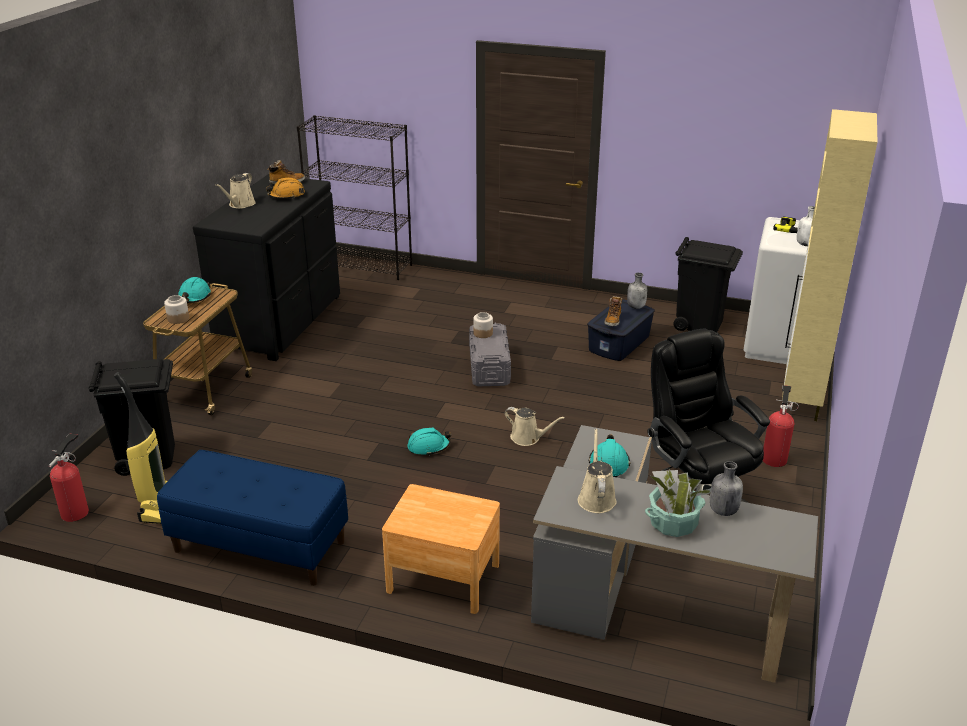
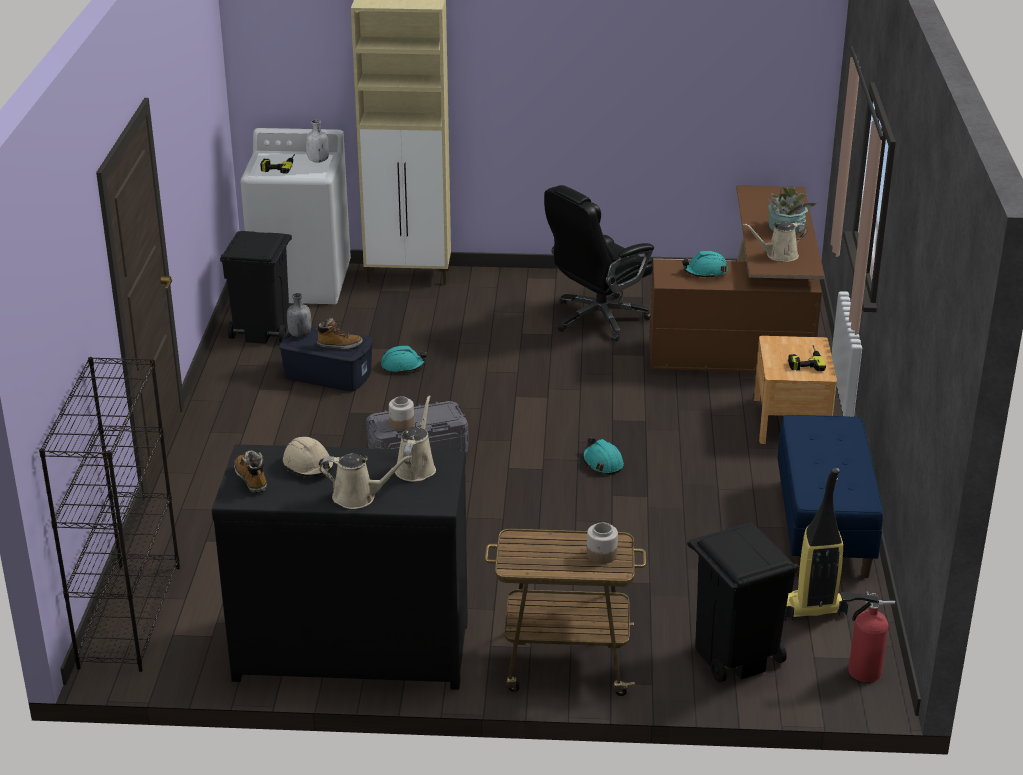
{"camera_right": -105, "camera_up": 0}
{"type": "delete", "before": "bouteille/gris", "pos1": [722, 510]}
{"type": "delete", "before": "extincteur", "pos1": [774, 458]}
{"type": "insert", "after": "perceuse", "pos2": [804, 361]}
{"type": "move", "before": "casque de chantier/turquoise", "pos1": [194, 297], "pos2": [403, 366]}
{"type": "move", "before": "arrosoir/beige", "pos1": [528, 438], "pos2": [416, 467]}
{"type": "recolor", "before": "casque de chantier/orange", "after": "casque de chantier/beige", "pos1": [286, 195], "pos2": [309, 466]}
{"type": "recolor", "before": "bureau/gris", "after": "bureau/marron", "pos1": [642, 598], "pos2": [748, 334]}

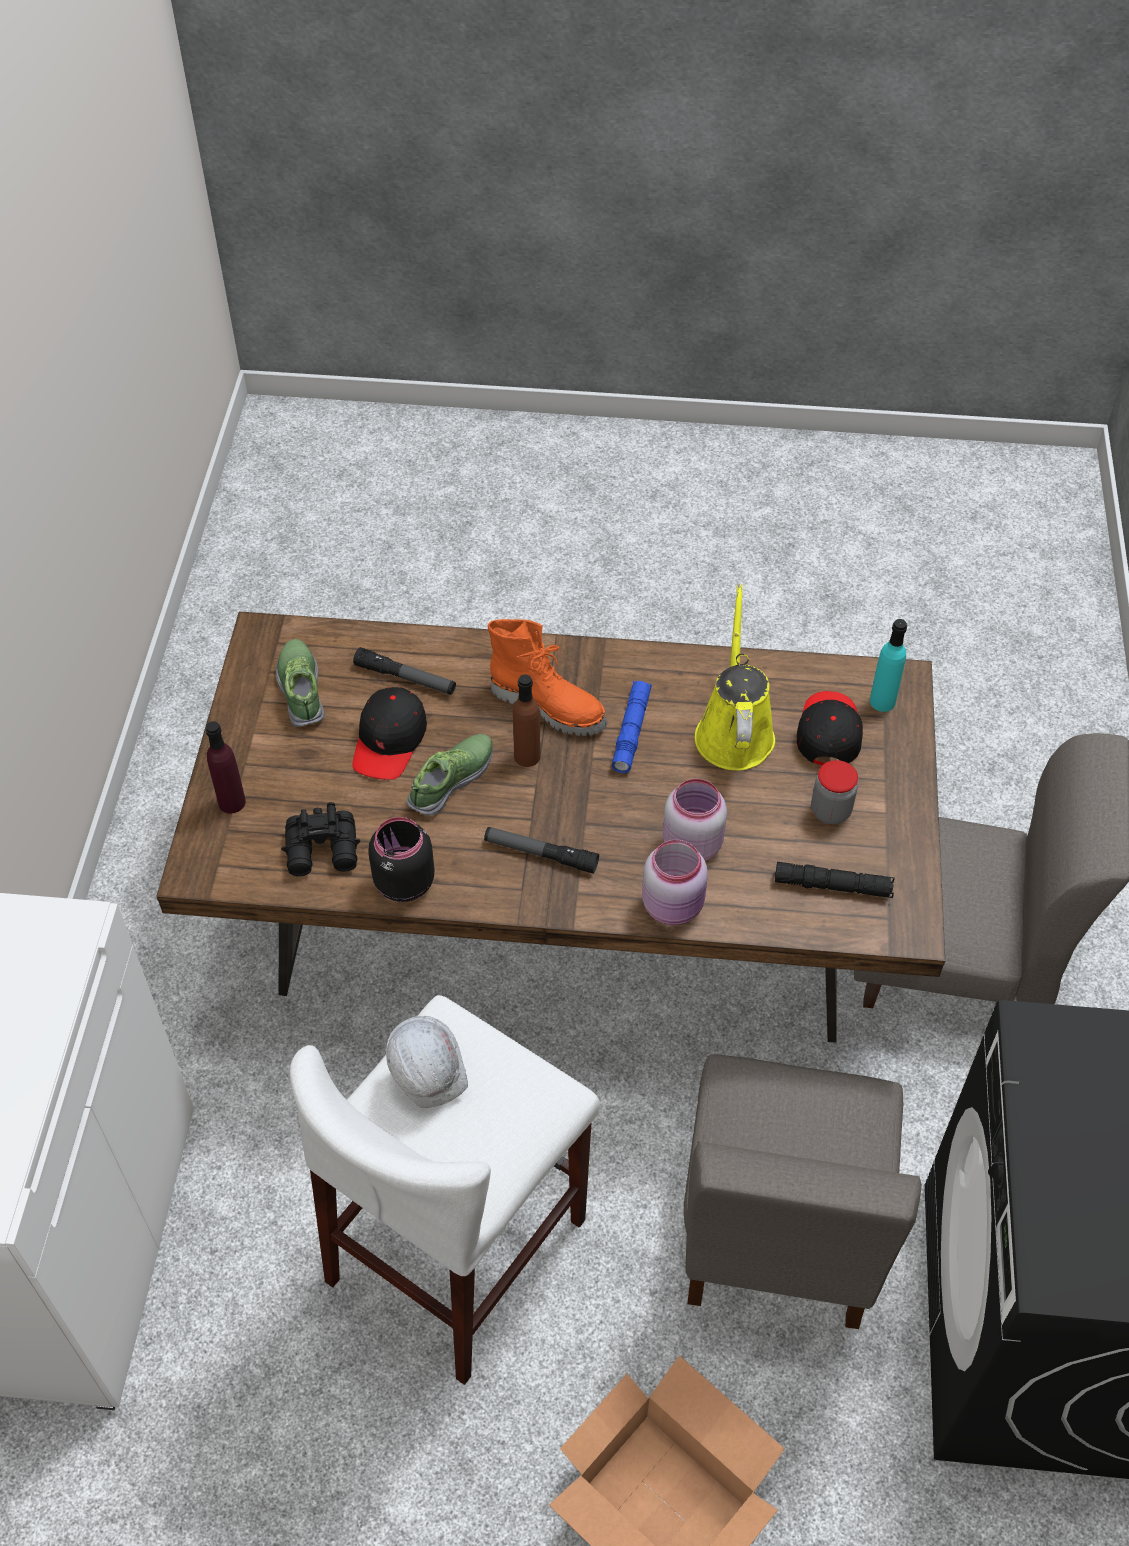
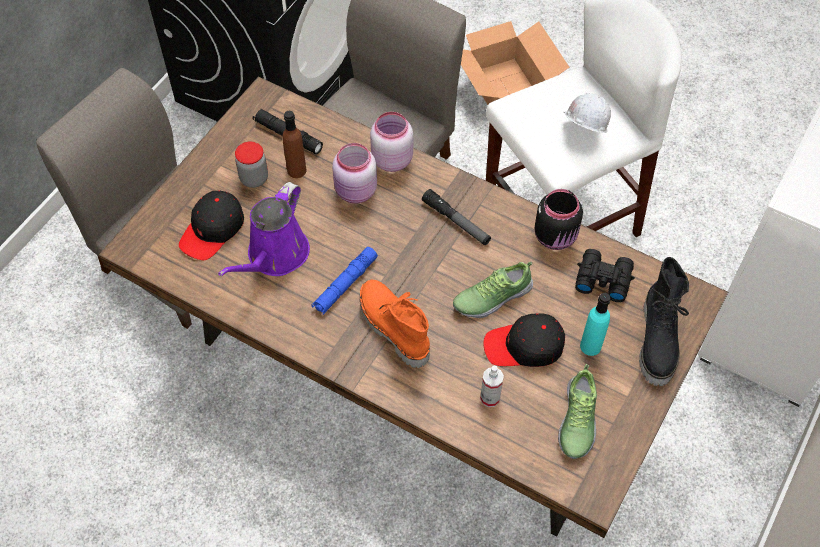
{"camera_right": -155, "camera_up": 5}
{"type": "move", "before": "bouteille/marron", "pos1": [527, 756], "pos2": [296, 170]}
{"type": "move", "before": "bouteille/turquoise", "pos1": [882, 701], "pos2": [590, 346]}
{"type": "replace", "before": "bouteille/violet", "after": "botte/noir", "pos1": [232, 802], "pos2": [658, 342]}
{"type": "replace", "before": "lampe de poche", "after": "vaporisateur", "pos1": [405, 678], "pos2": [490, 398]}
{"type": "recolor", "before": "arrosoir/jaune", "after": "arrosoir/violet", "pos1": [734, 731], "pos2": [275, 256]}
{"type": "rotate", "before": "casquette/noir", "pos1": [390, 741], "pos2": [524, 346], "turn": -135}

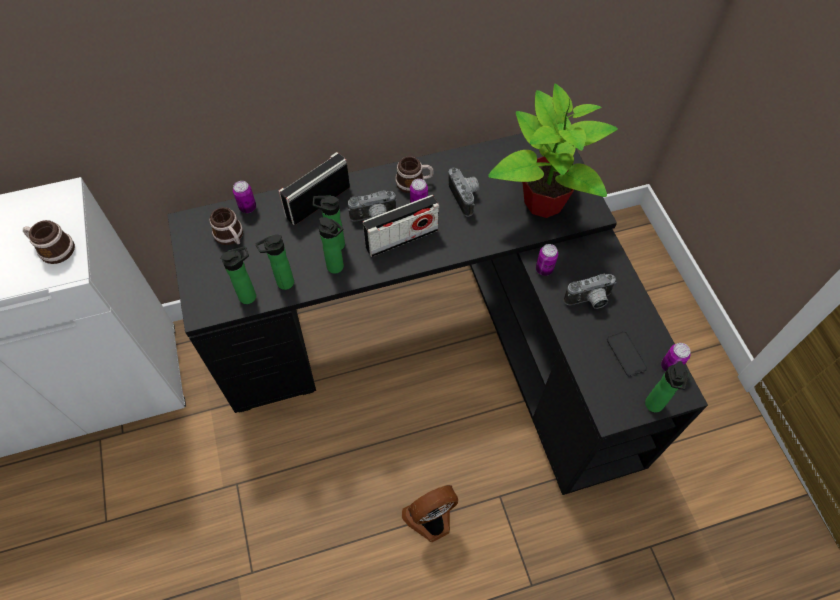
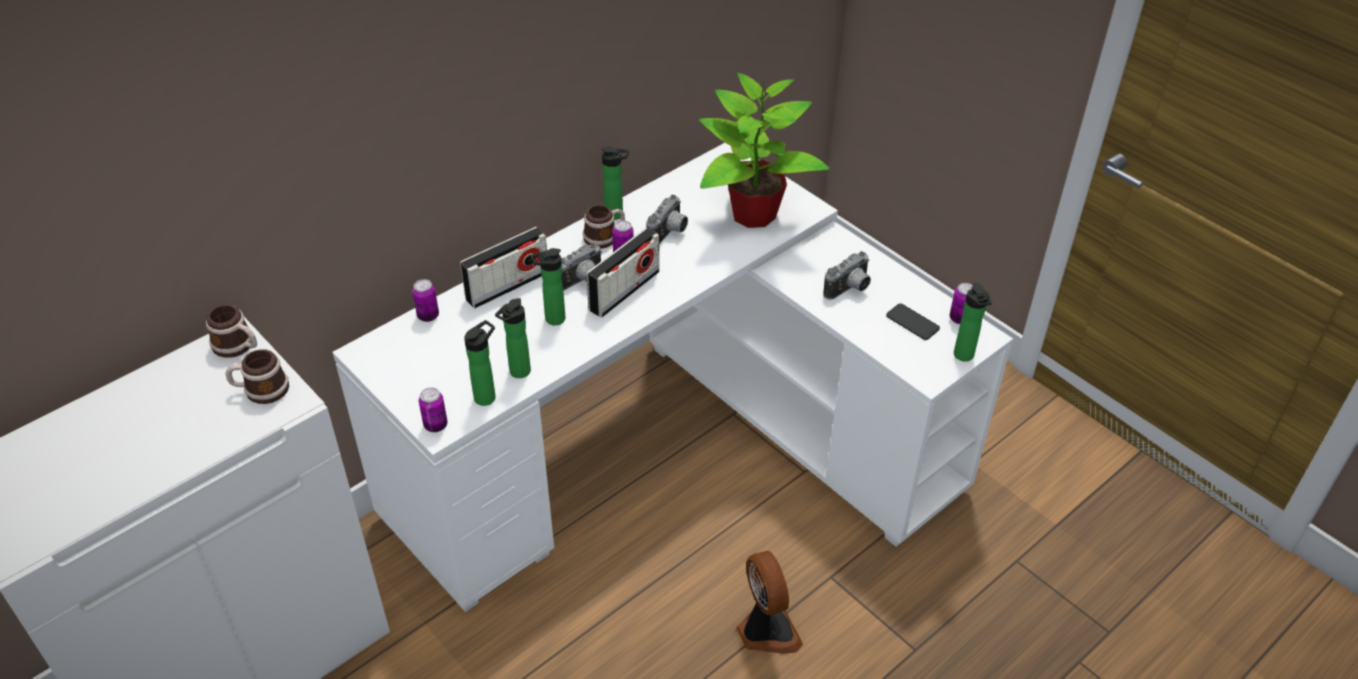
{"camera_right": -25, "camera_up": -15}
{"type": "move", "before": "mug", "pos1": [231, 237], "pos2": [238, 346]}
{"type": "move", "before": "bouteille", "pos1": [337, 268], "pos2": [616, 215]}
{"type": "move", "before": "boîte métallique", "pos1": [544, 269], "pos2": [435, 425]}
{"type": "recolor", "before": "bureau/noir", "after": "bureau/blanc", "pos1": [441, 342], "pos2": [674, 447]}
{"type": "rotate", "before": "radio", "pos1": [318, 202], "pos2": [507, 286], "turn": -150}
{"type": "rotate", "before": "ventilateur", "pos1": [430, 518], "pos2": [766, 630], "turn": 120}
{"type": "rotate", "before": "appareil photo", "pos1": [466, 197], "pos2": [669, 233], "turn": 75}

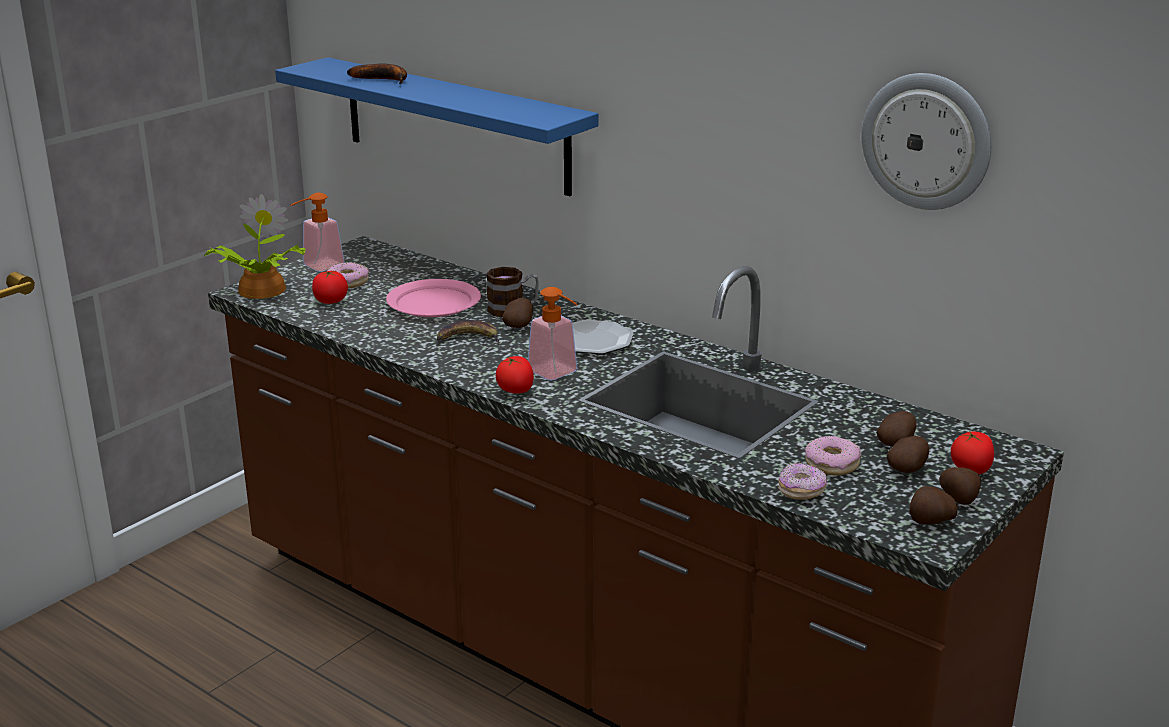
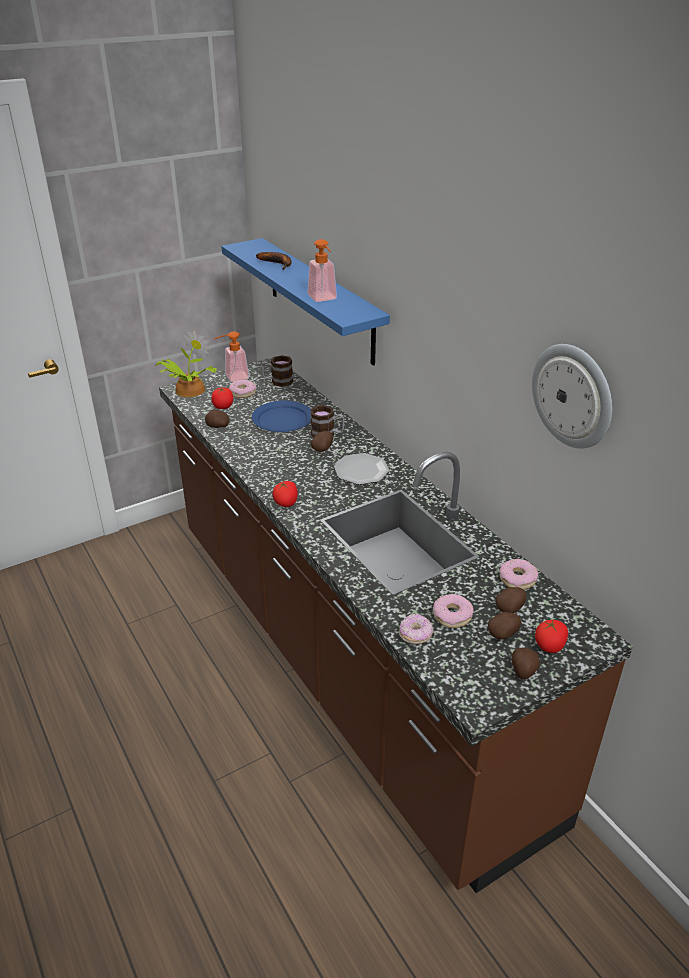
{"camera_right": 20, "camera_up": 10}
{"type": "delete", "before": "banane", "pos1": [468, 338]}
{"type": "insert", "after": "mug", "pos2": [277, 381]}
{"type": "insert", "after": "beignet", "pos2": [517, 579]}
{"type": "move", "before": "distributeur de savon", "pos1": [558, 374], "pos2": [324, 299]}
{"type": "move", "before": "pomme de terre", "pos1": [930, 521], "pos2": [217, 427]}
{"type": "recolor", "before": "assiette/rose", "after": "assiette/bleu", "pos1": [433, 303], "pos2": [282, 419]}

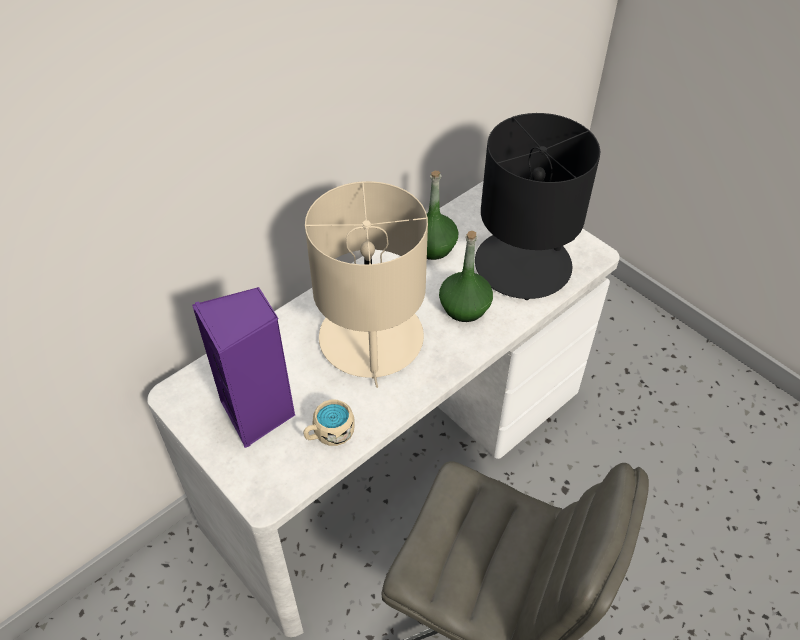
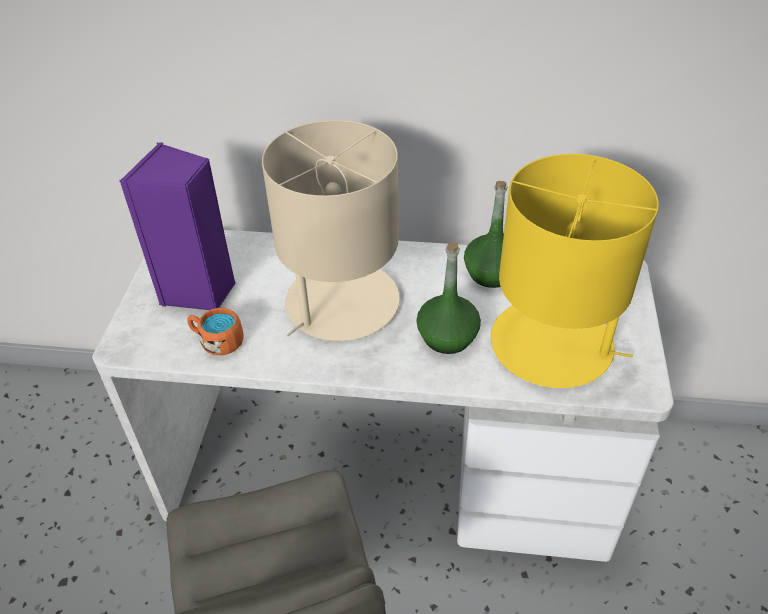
{"camera_right": 50, "camera_up": -5}
{"type": "recolor", "before": "mug/beige", "after": "mug/orange", "pos1": [329, 433], "pos2": [217, 341]}
{"type": "recolor", "before": "lampe de table/noir", "after": "lampe de table/jaune", "pos1": [524, 265], "pos2": [553, 345]}

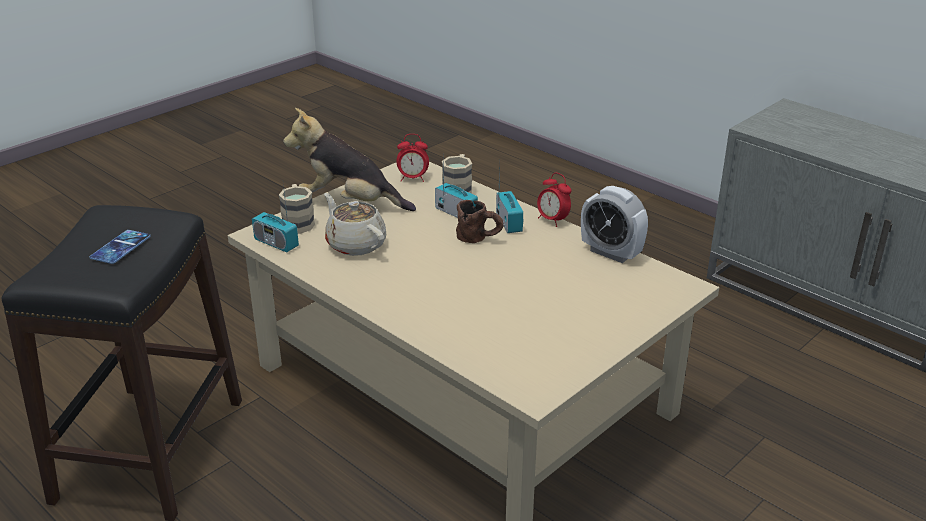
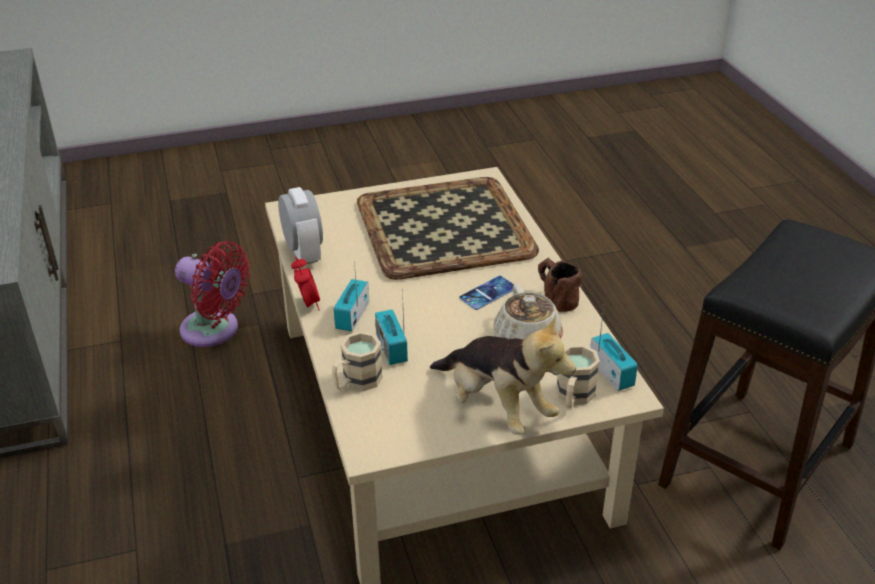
{"camera_right": -150, "camera_up": 5}
{"type": "delete", "before": "réveil", "pos1": [413, 179]}
{"type": "insert", "after": "ventilateur/rouge", "pos2": [215, 330]}
{"type": "insert", "after": "plateau", "pos2": [442, 227]}
{"type": "move", "before": "téléphone", "pos1": [120, 247], "pos2": [488, 293]}
{"type": "move", "before": "mug/marron", "pos1": [480, 239], "pos2": [555, 298]}

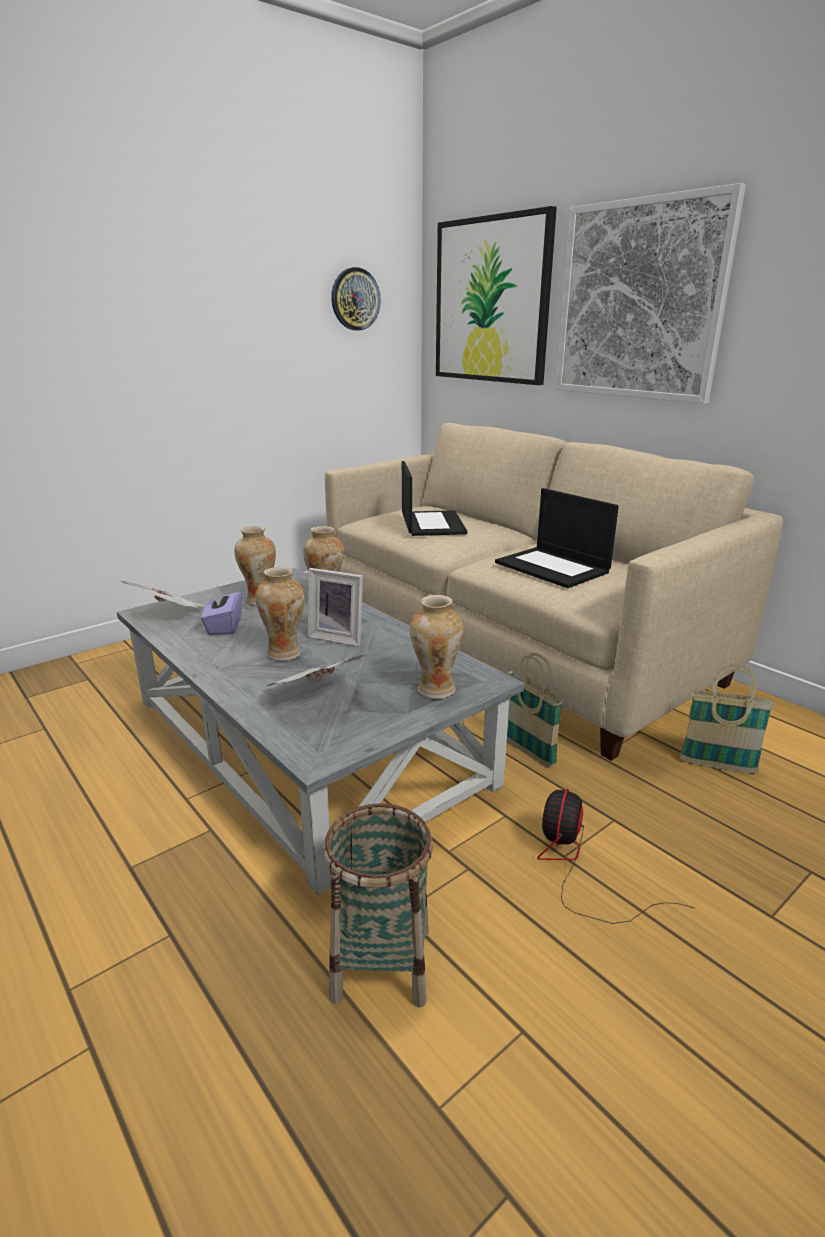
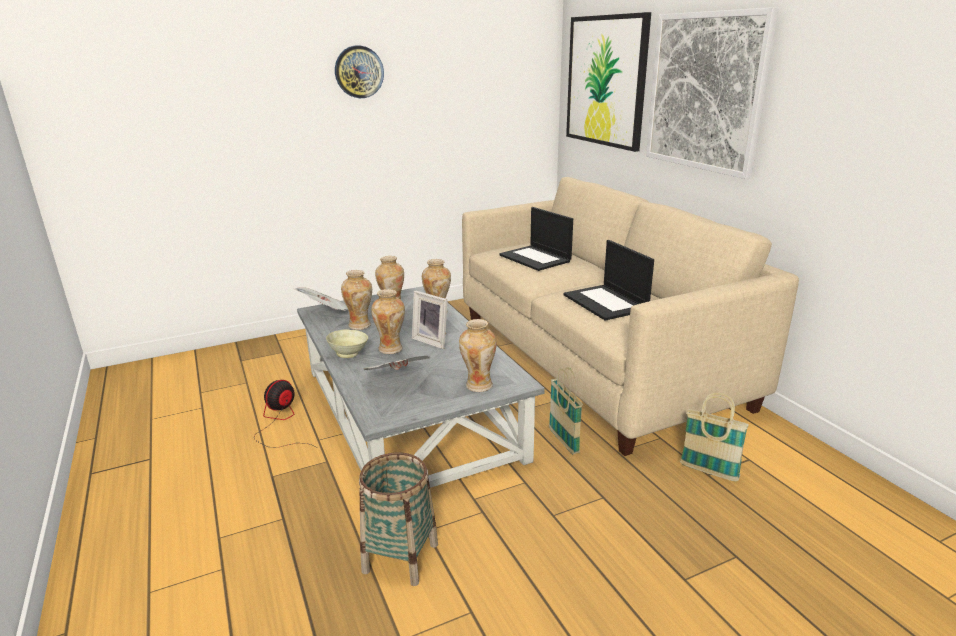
{"camera_right": 15, "camera_up": 0}
{"type": "insert", "after": "bol/beige", "pos2": [349, 354]}
{"type": "move", "before": "horloge murale", "pos1": [355, 299], "pos2": [359, 72]}
{"type": "move", "before": "ventilateur", "pos1": [577, 867], "pos2": [281, 423]}
{"type": "replace", "before": "boîte à mouchoirs/violet", "after": "vase", "pos1": [224, 626], "pos2": [360, 325]}
{"type": "rotate", "before": "ordinateur portable", "pos1": [431, 523], "pos2": [536, 258], "turn": 135}

